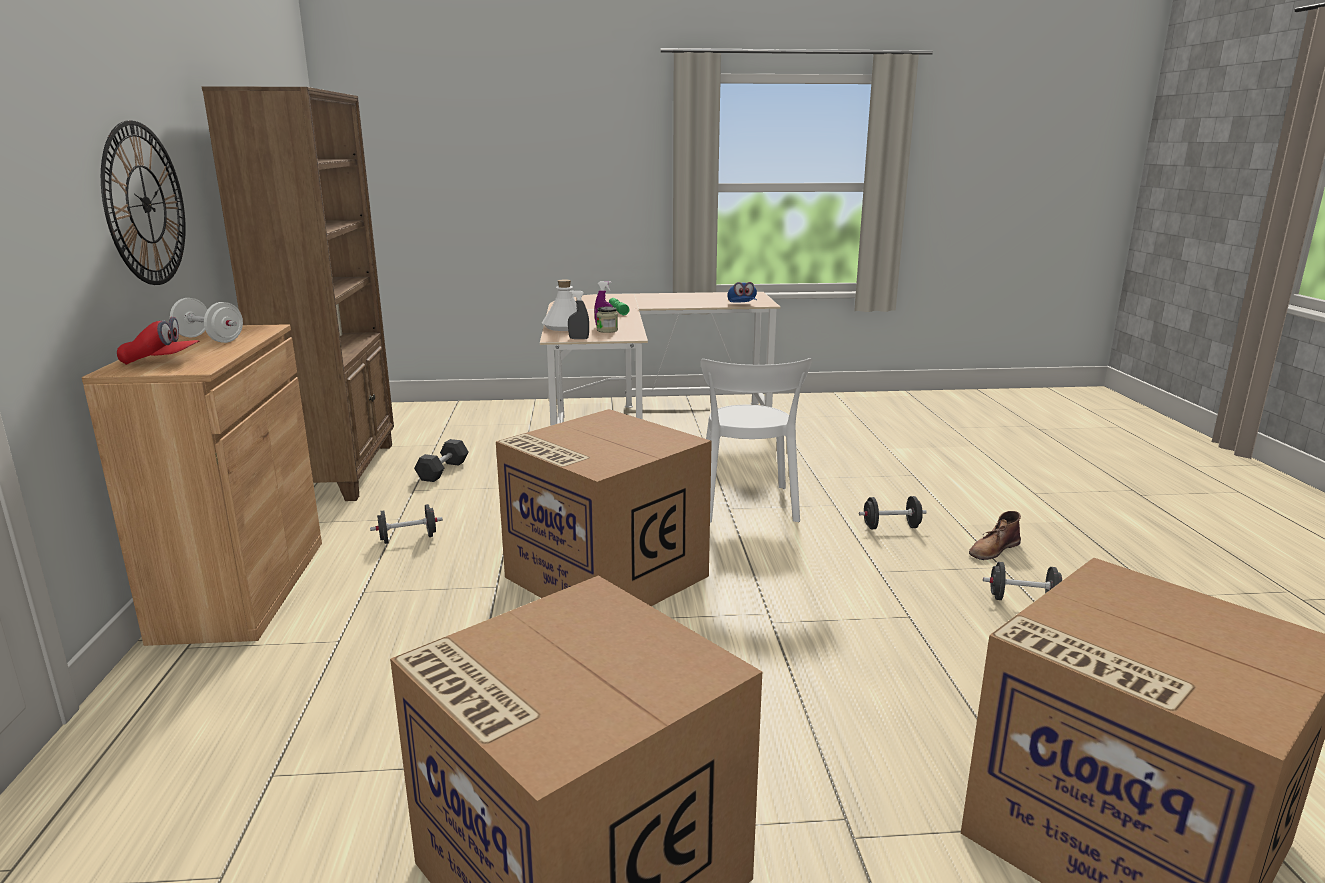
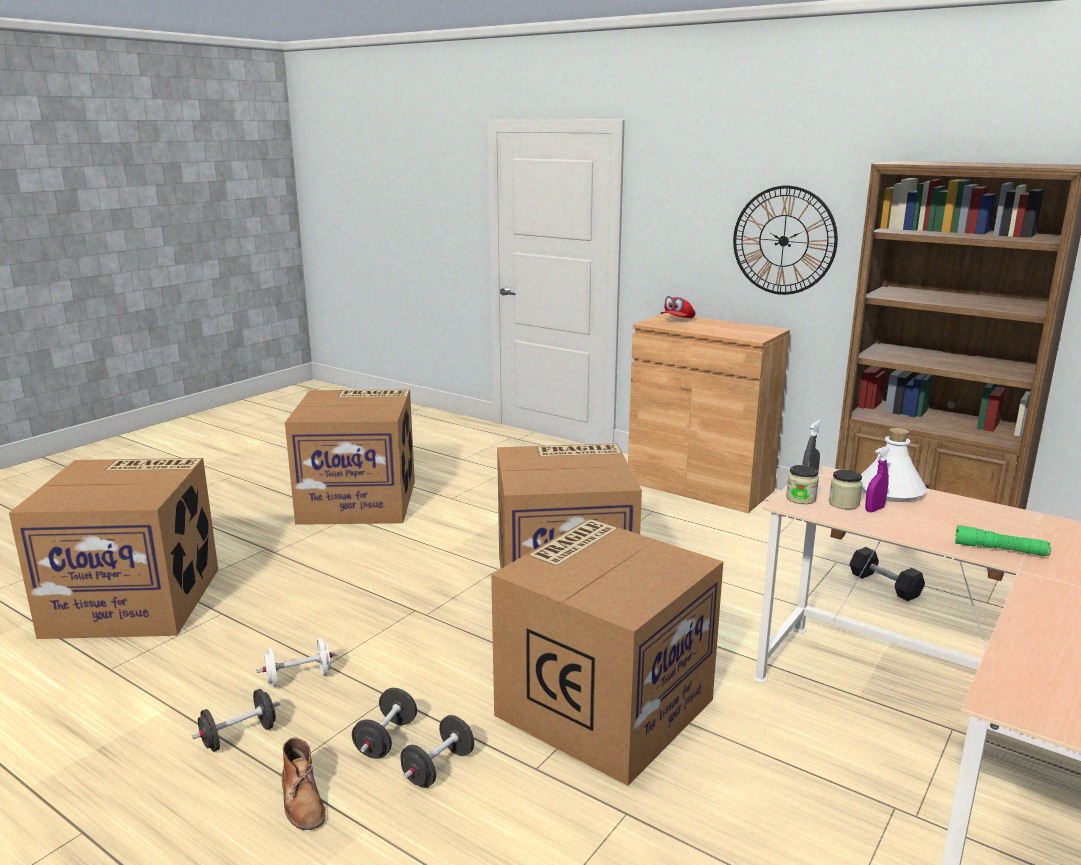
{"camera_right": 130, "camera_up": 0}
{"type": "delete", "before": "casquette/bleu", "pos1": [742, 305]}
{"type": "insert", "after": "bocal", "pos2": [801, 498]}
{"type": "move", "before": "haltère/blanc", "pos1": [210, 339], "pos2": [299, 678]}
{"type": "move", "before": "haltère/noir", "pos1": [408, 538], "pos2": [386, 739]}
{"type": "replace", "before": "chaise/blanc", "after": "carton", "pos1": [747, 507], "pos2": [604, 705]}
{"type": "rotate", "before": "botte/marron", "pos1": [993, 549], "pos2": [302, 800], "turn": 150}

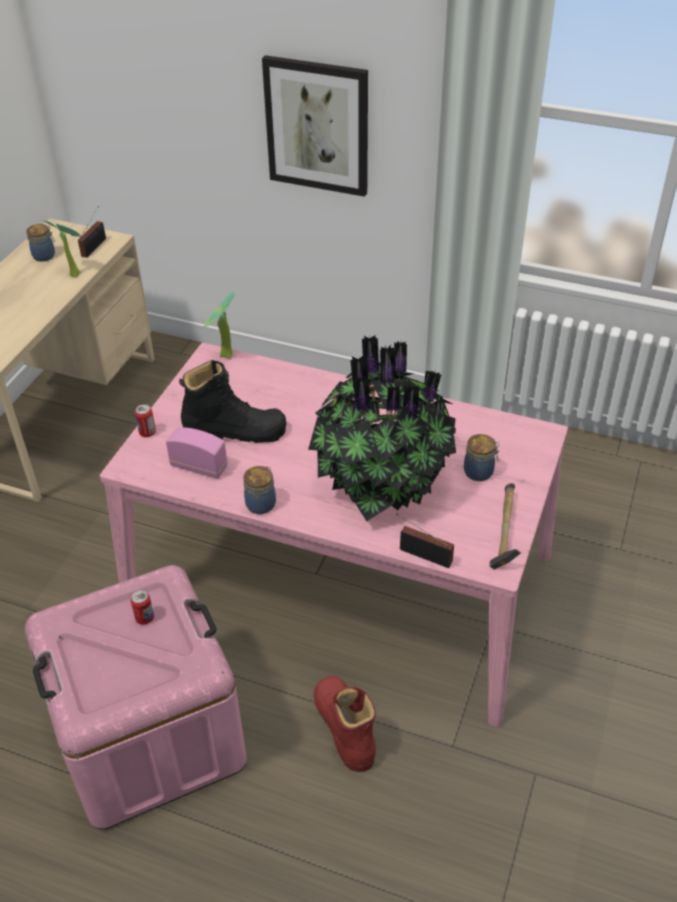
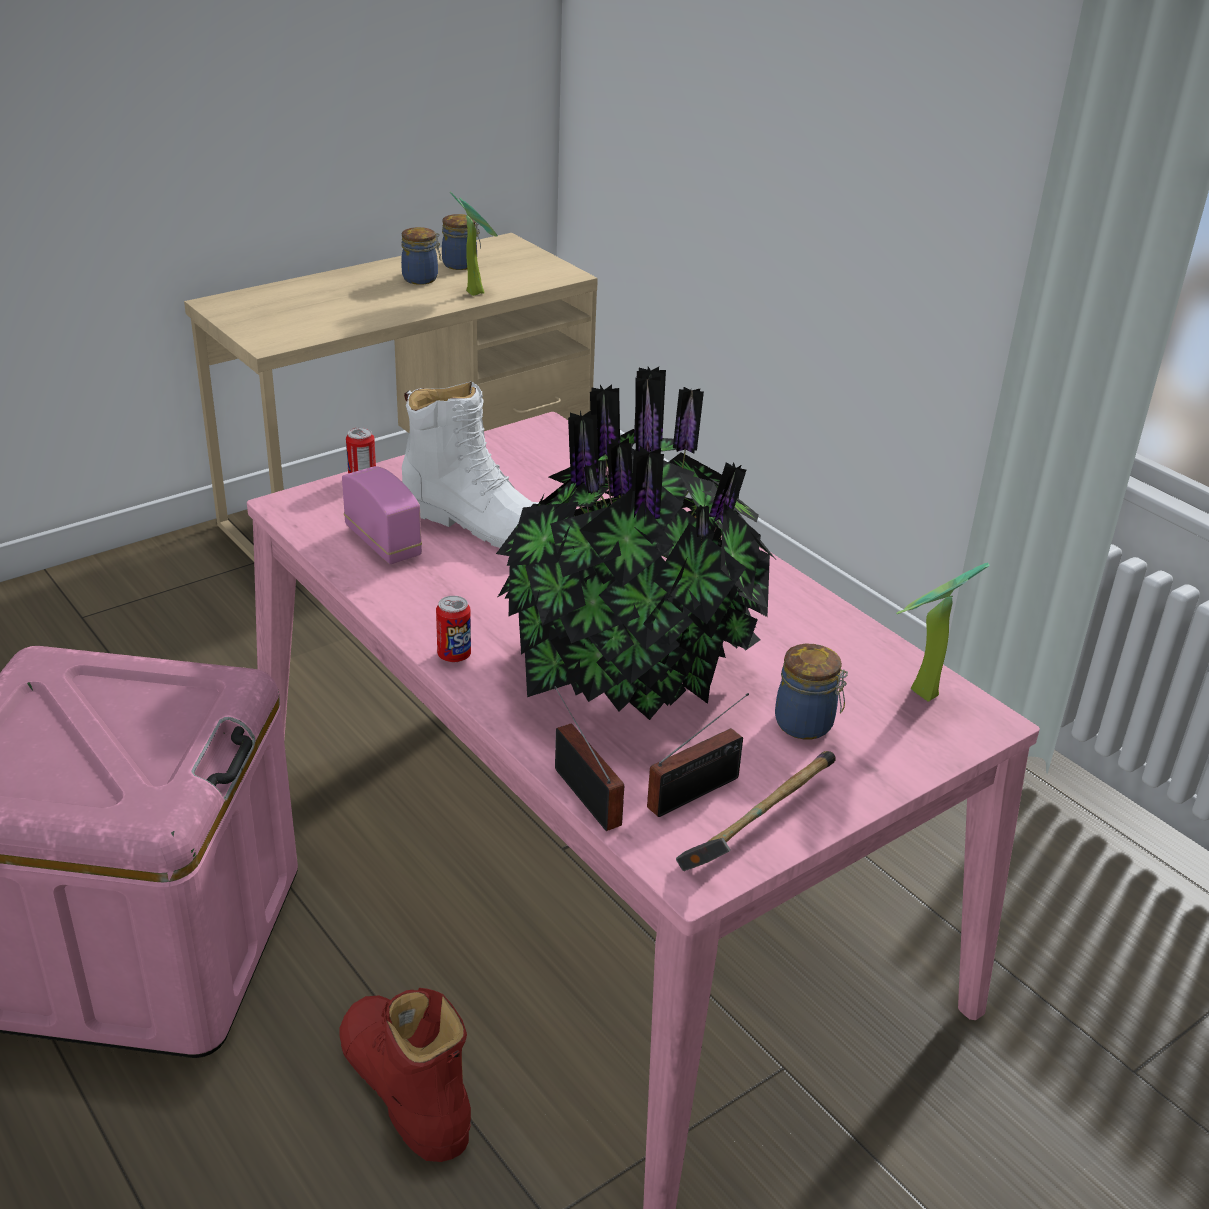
{"camera_right": 30, "camera_up": -10}
{"type": "delete", "before": "tableau", "pos1": [317, 126]}
{"type": "move", "before": "radio", "pos1": [95, 246], "pos2": [699, 791]}
{"type": "move", "before": "boîte métallique", "pos1": [144, 618], "pos2": [454, 655]}
{"type": "move", "before": "plante en pot", "pos1": [224, 357], "pos2": [918, 694]}
{"type": "move", "before": "bocal", "pos1": [261, 503], "pos2": [422, 279]}
{"type": "recolor", "before": "botte/noir", "after": "botte/blanc", "pos1": [235, 432], "pos2": [480, 523]}
{"type": "rotate", "before": "botte/rouge", "pos1": [344, 727], "pos2": [404, 1087], "turn": -45}

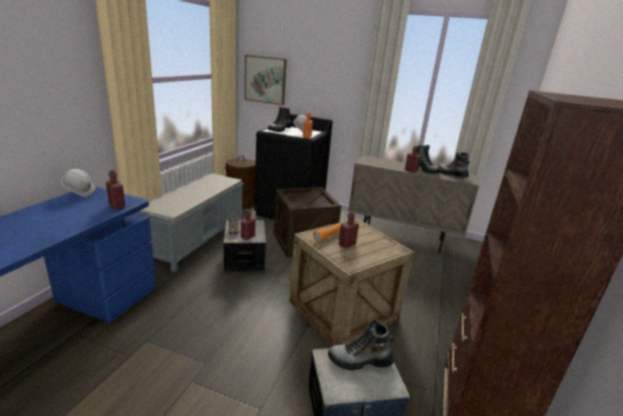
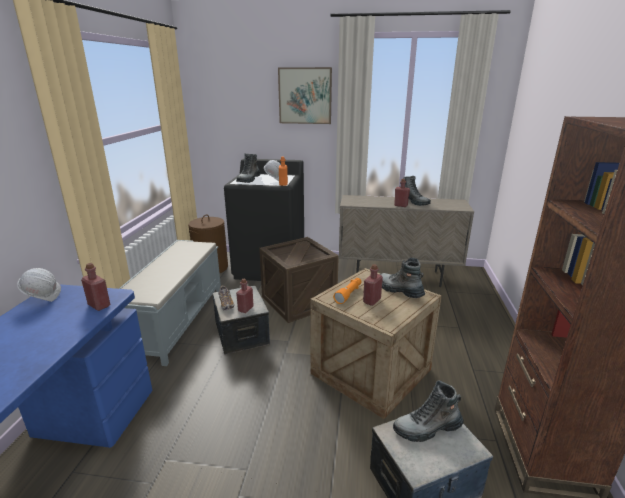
{"camera_right": -10, "camera_up": 0}
{"type": "move", "before": "tableau", "pos1": [265, 80], "pos2": [305, 96]}
{"type": "move", "before": "botte", "pos1": [451, 175], "pos2": [399, 291]}

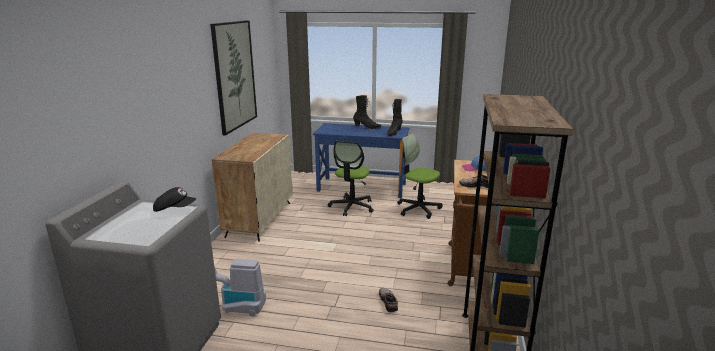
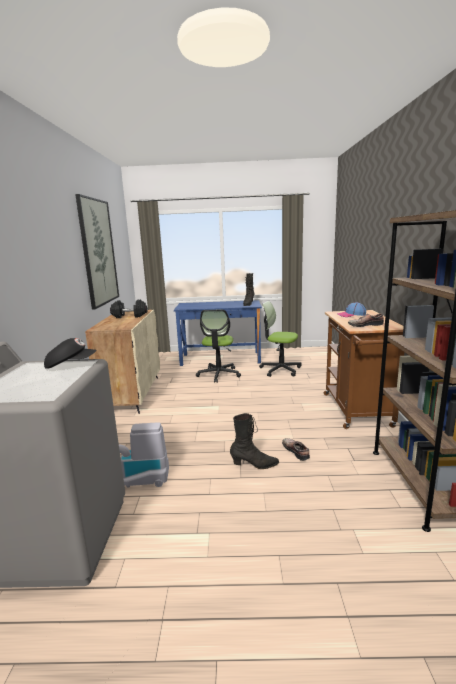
{"camera_right": -10, "camera_up": -5}
{"type": "insert", "after": "haltère/noir", "pos2": [129, 316]}
{"type": "move", "before": "botte/noir", "pos1": [367, 127], "pos2": [254, 465]}

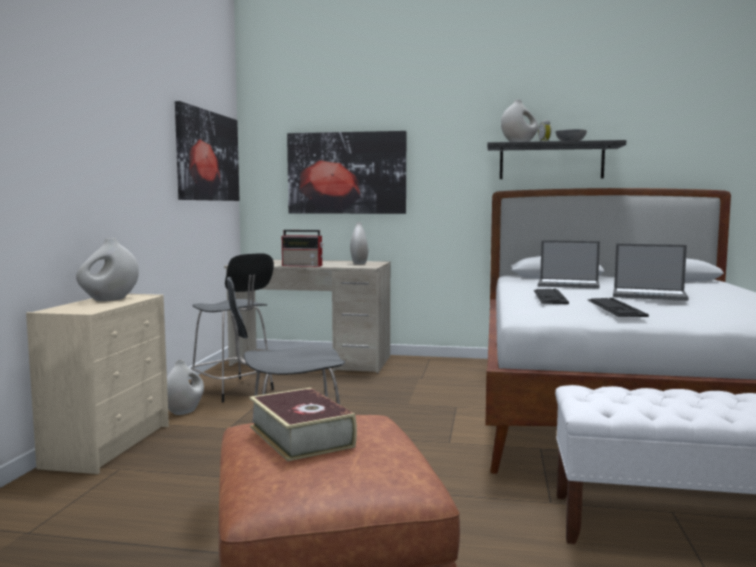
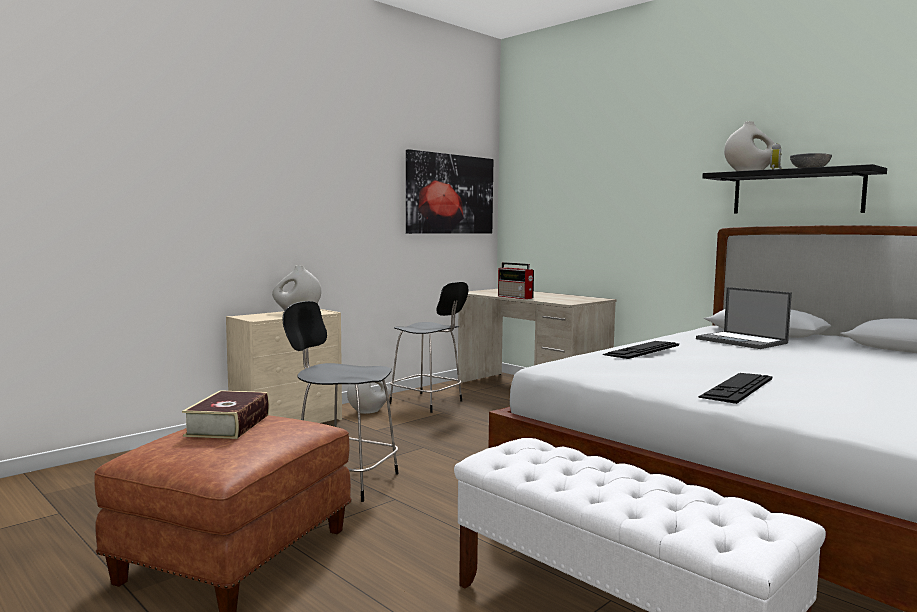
{"camera_right": 35, "camera_up": 0}
{"type": "delete", "before": "tableau", "pos1": [346, 173]}
{"type": "delete", "before": "vase/blanc", "pos1": [359, 263]}
{"type": "delete", "before": "ordinateur portable", "pos1": [650, 295]}
{"type": "move", "before": "clavier", "pos1": [615, 307], "pos2": [737, 387]}
{"type": "rotate", "before": "chaise/noir", "pos1": [233, 390], "pos2": [428, 403], "turn": -45}

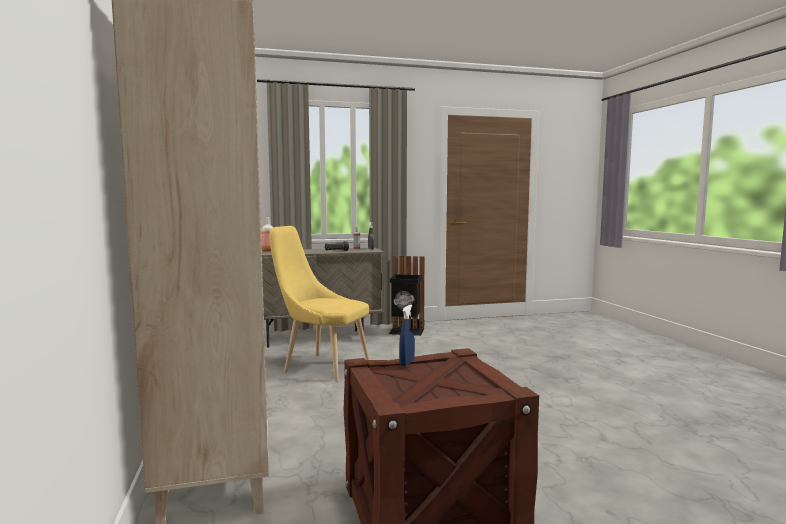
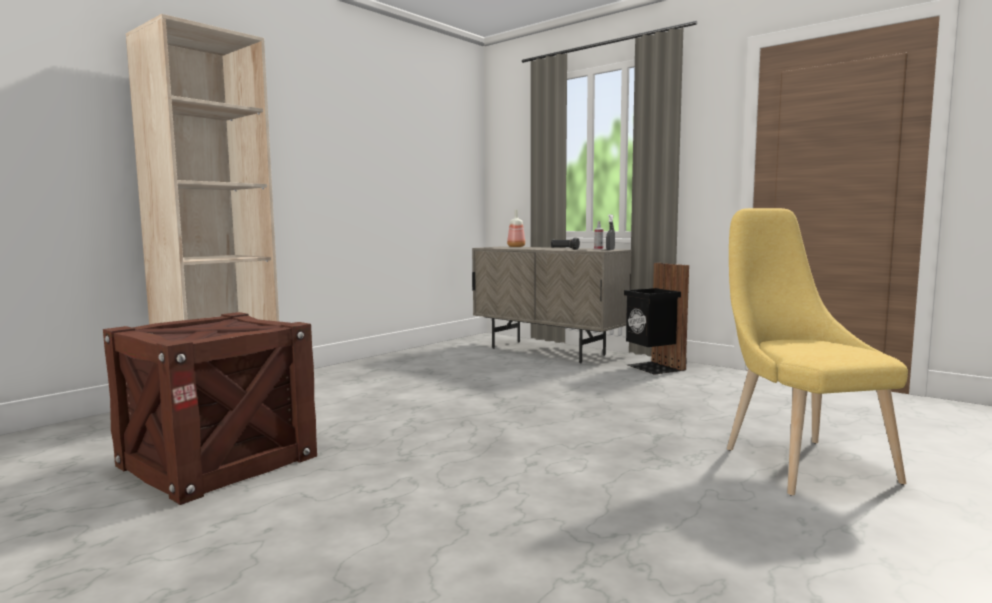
{"camera_right": 55, "camera_up": 0}
{"type": "delete", "before": "vaporisateur/bleu", "pos1": [407, 363]}
{"type": "move", "before": "chaise/jaune", "pos1": [322, 366], "pos2": [799, 462]}

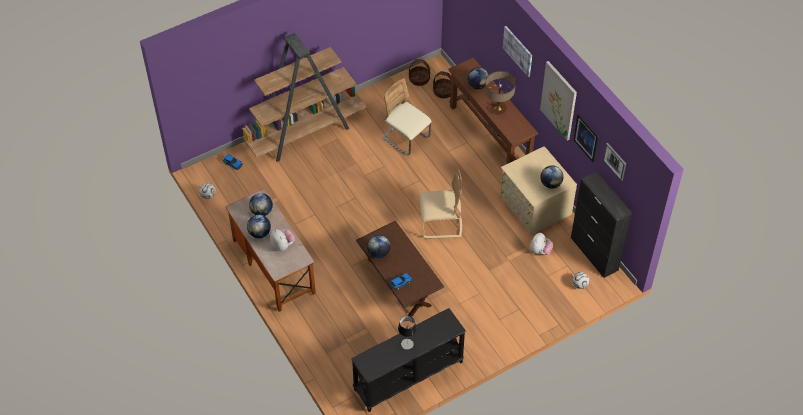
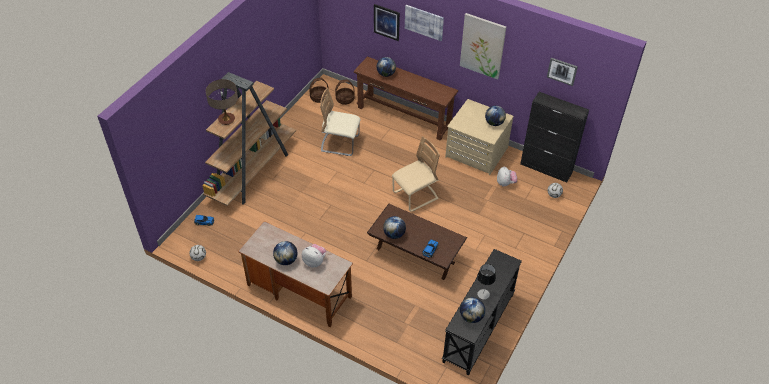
{"camera_right": -30, "camera_up": -5}
{"type": "move", "before": "globe", "pos1": [261, 211], "pos2": [471, 317]}
{"type": "move", "before": "lampe de table", "pos1": [498, 109], "pos2": [226, 120]}
{"type": "move", "before": "tableau", "pos1": [586, 137], "pos2": [386, 22]}

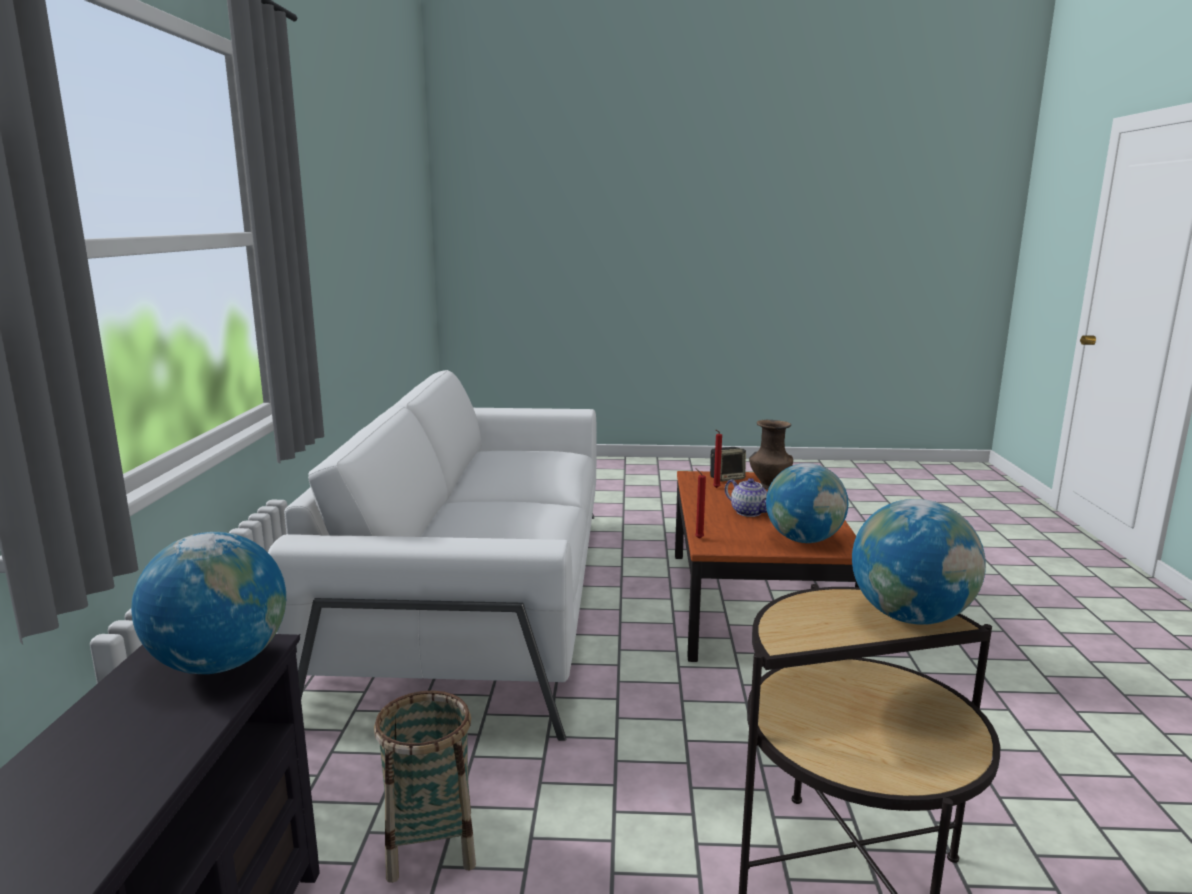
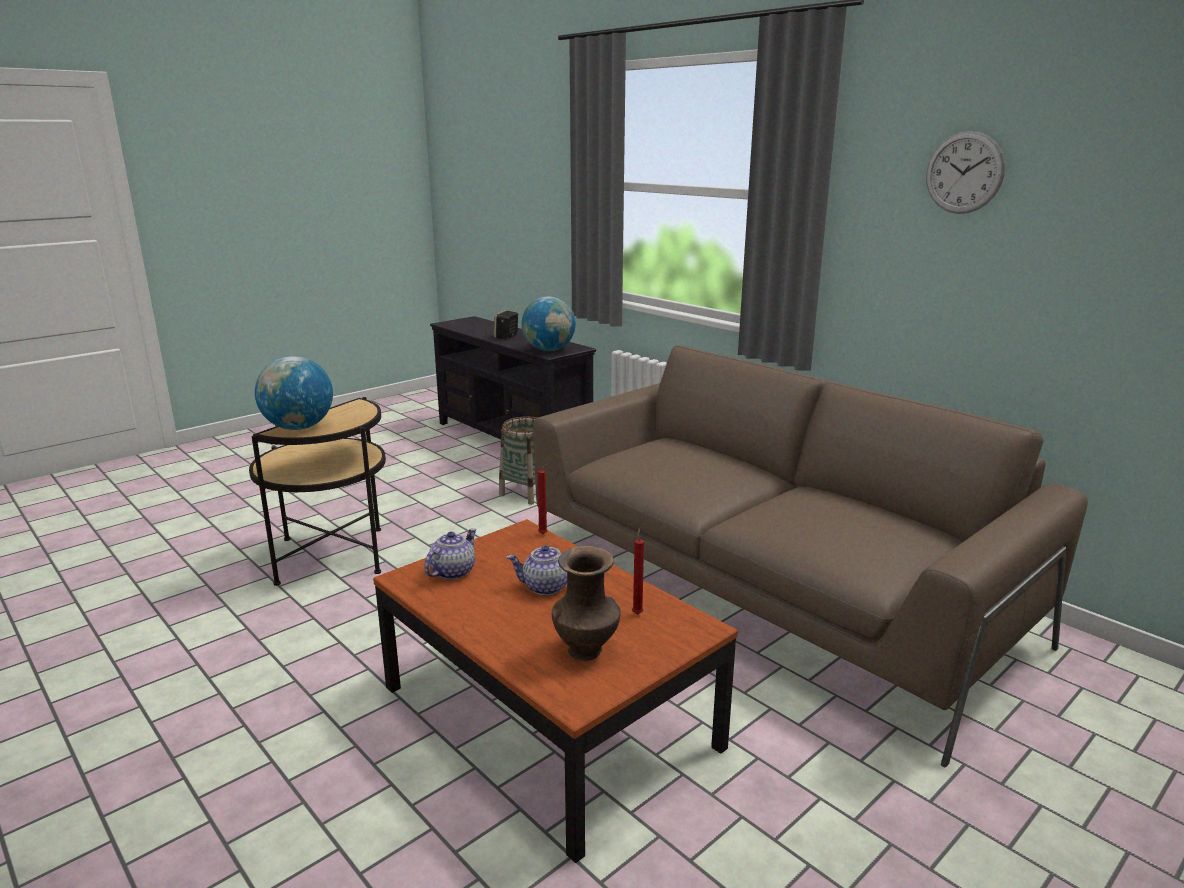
{"camera_right": 135, "camera_up": 5}
{"type": "insert", "after": "horloge murale", "pos2": [964, 173]}
{"type": "move", "before": "enceinte", "pos1": [727, 478], "pos2": [506, 337]}
{"type": "replace", "before": "globe", "after": "théière", "pos1": [804, 540], "pos2": [452, 571]}
{"type": "recolor", "before": "canapé/blanc", "after": "canapé/marron", "pos1": [480, 597], "pos2": [766, 589]}

